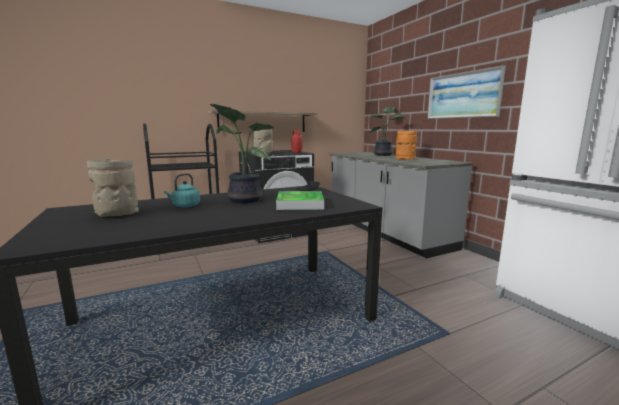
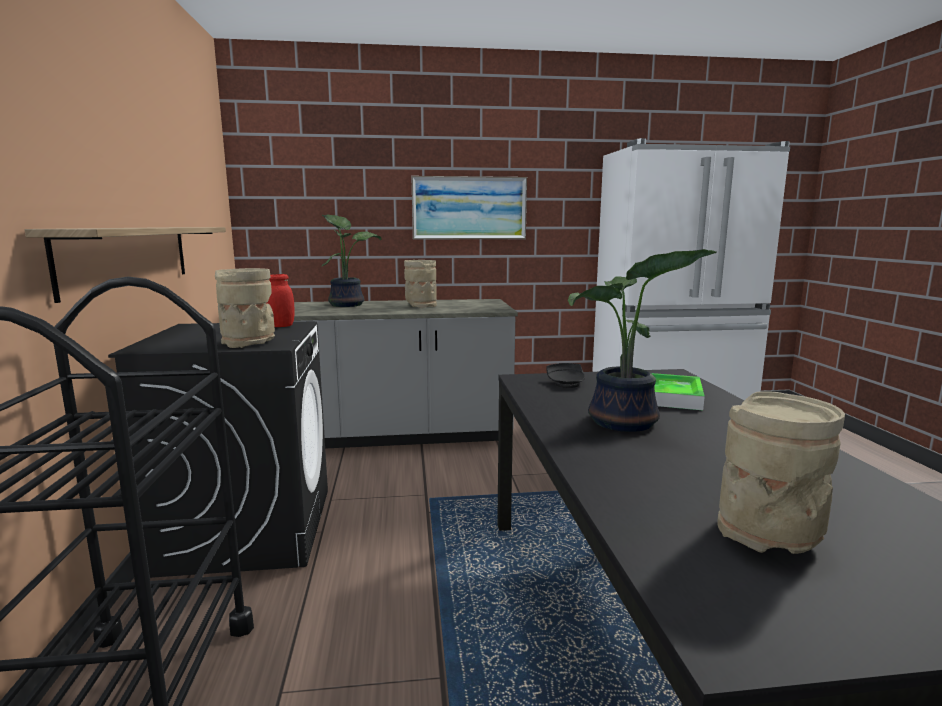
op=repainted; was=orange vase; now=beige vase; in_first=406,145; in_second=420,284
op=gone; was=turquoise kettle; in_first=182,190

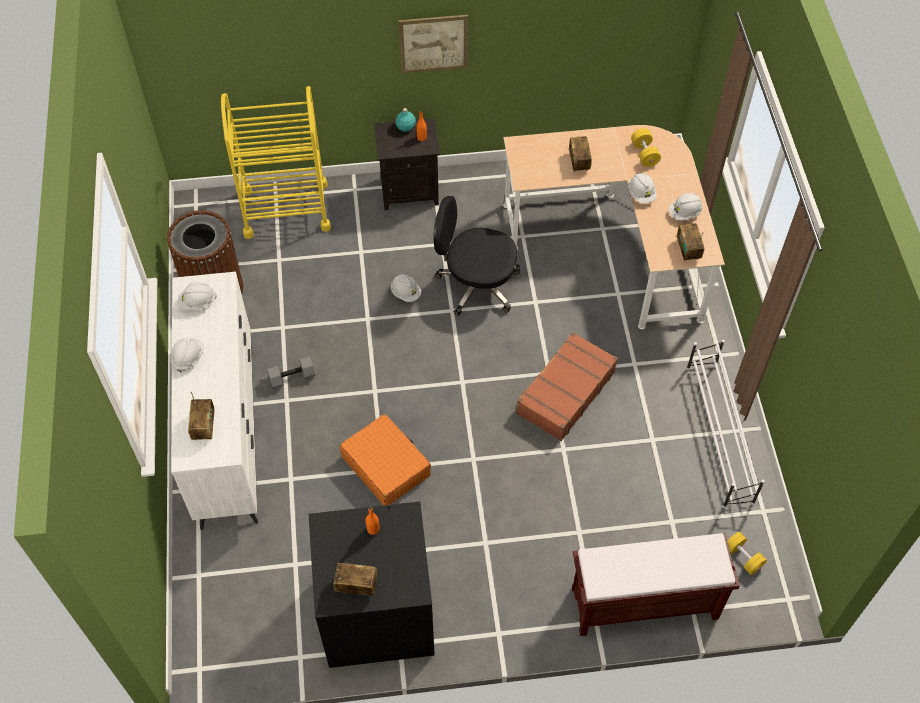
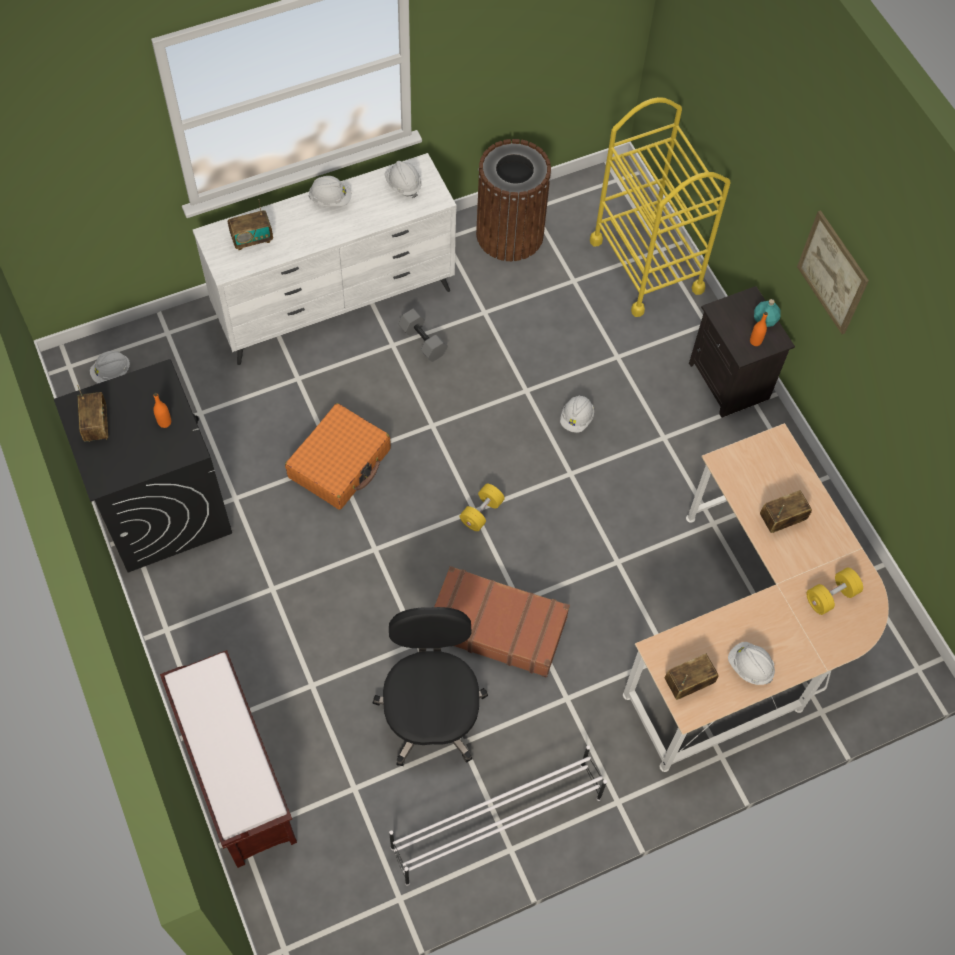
op=shifted; was=white hard hat; in_first=642,188; in_second=110,367
op=shifted; was=black office chair; in_first=476,256; in_second=430,686
op=shifted; was=yellow dumbbell; in_first=747,553; in_second=482,507

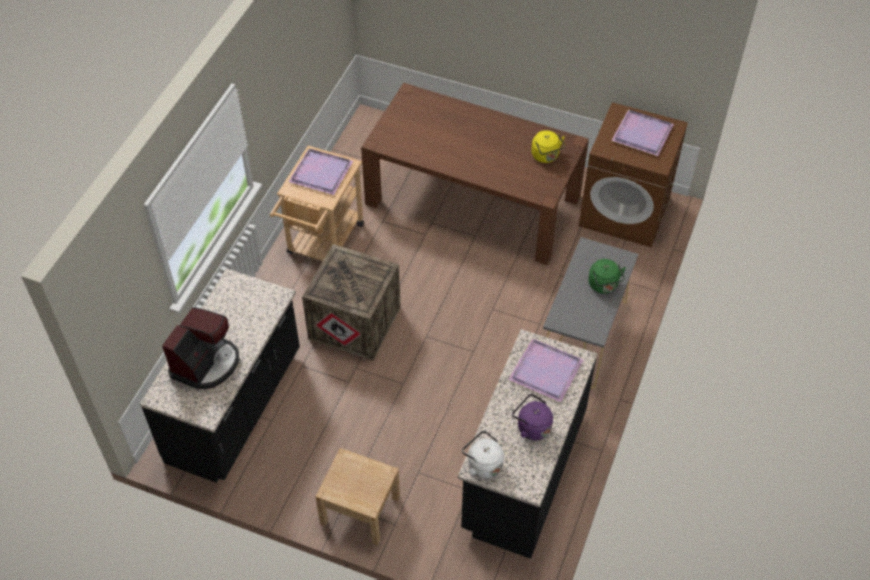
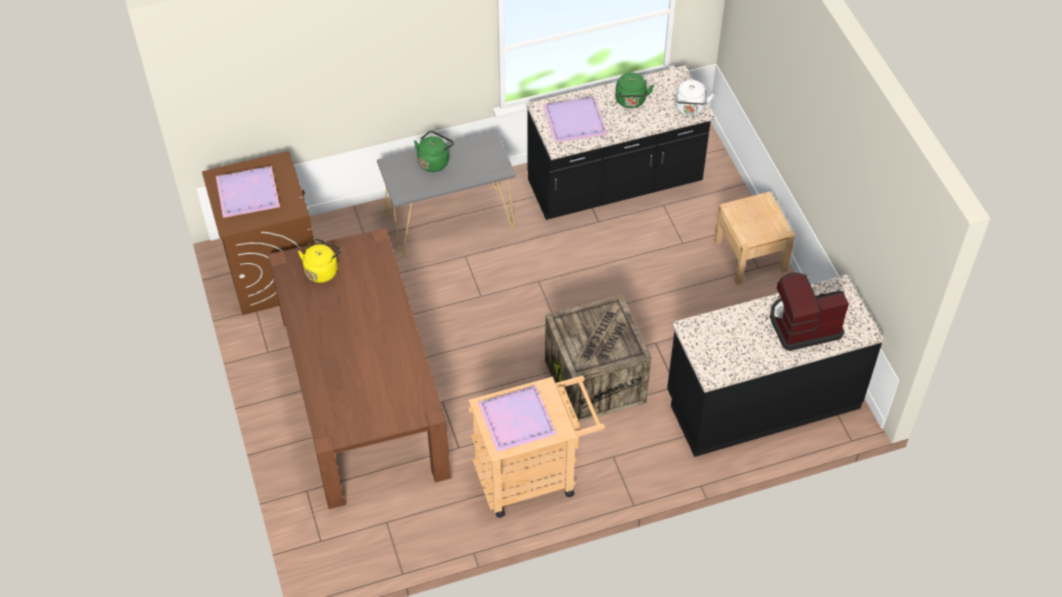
op=repainted; was=purple kettle; now=green kettle; in_first=532,417; in_second=634,90

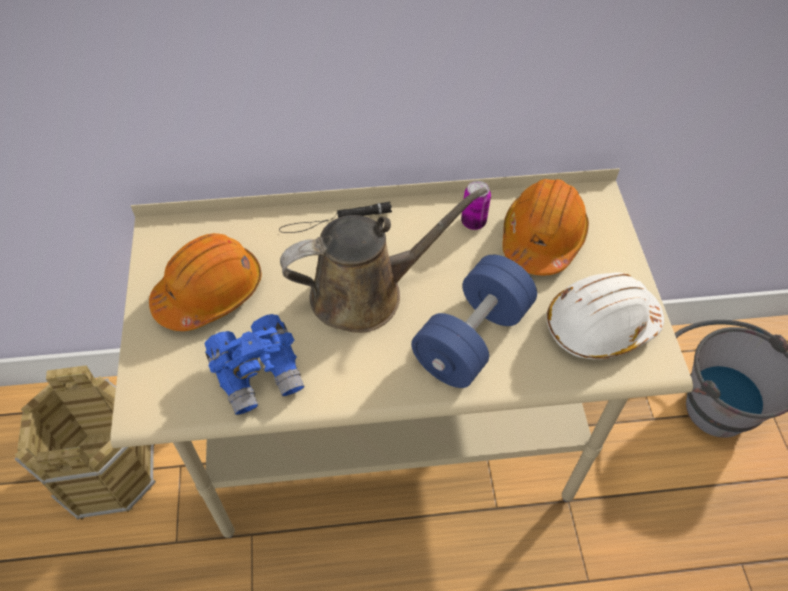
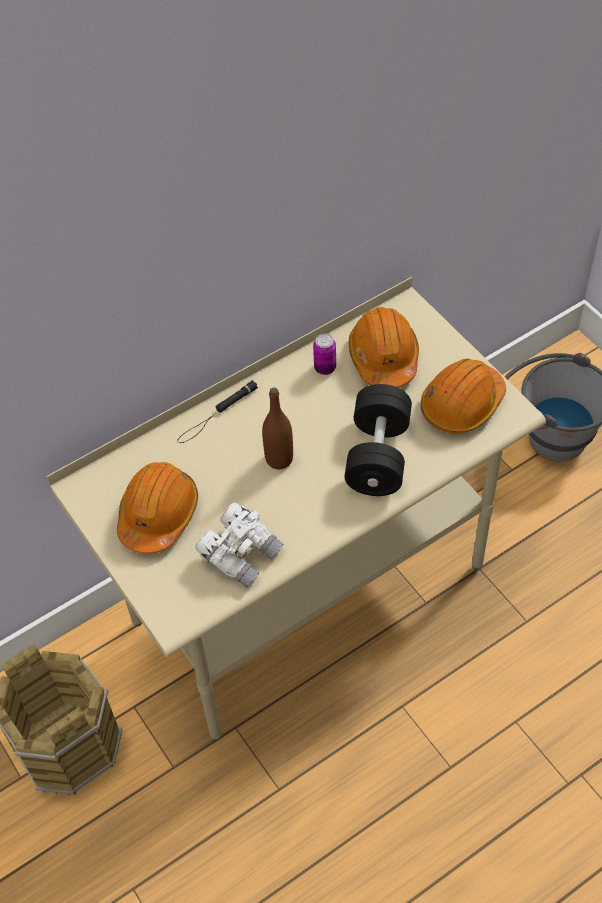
op=swapped; was=brown watering can; now=brown bottle; in_first=384,260; in_second=277,428
op=repainted; was=blue dumbbell; now=black dumbbell; in_first=474,321; in_second=378,440
op=repainted; was=white hard hat; now=orange hard hat; in_first=605,315; in_second=463,396
op=repainted; was=blue binoculars; now=white binoculars; in_first=255,364; in_second=239,545

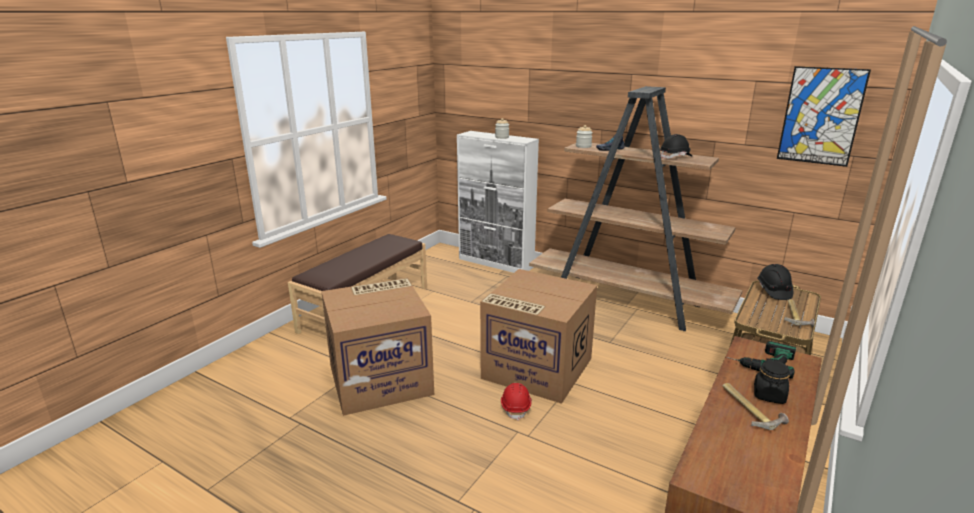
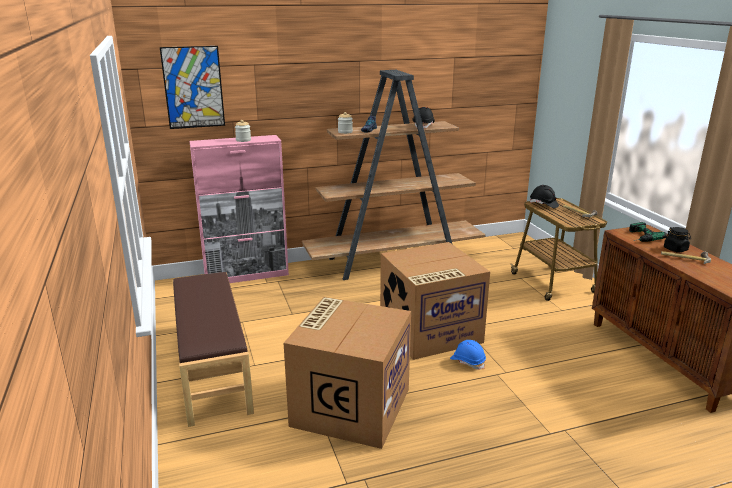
op=shifted; was=picture; in_first=824,116; in_second=192,87
op=repainted; was=white cabinet; now=pink cabinet; in_first=498,202; in_second=239,209
op=repainted; was=red hard hat; now=blue hard hat; in_first=516,402; in_second=468,355

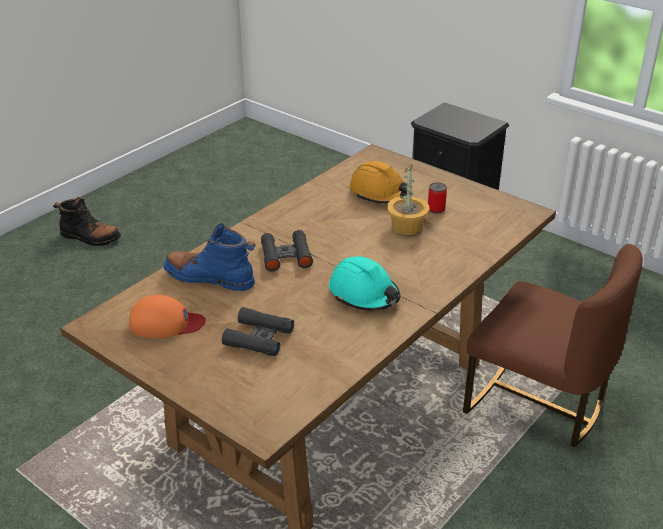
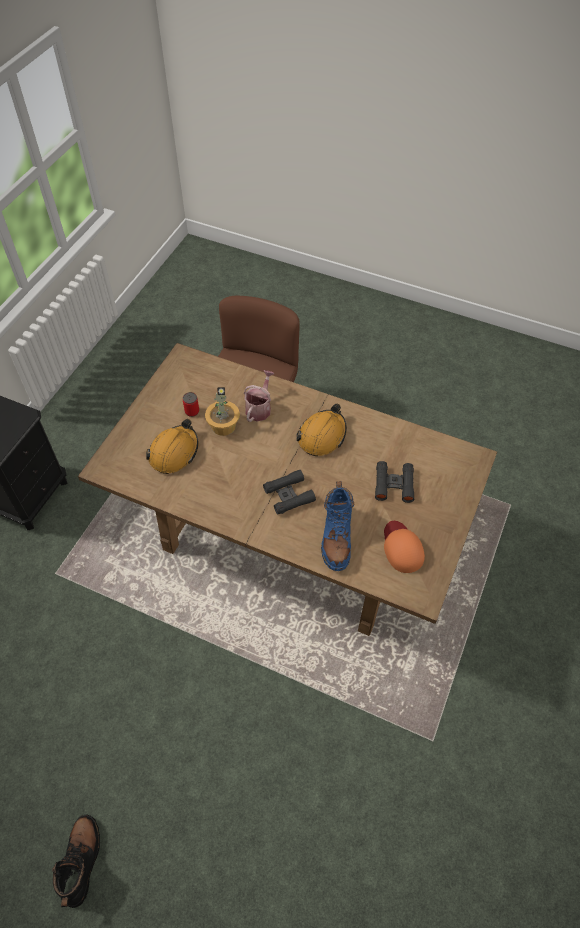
op=repainted; was=turquoise hard hat; now=orange hard hat; in_first=365,283; in_second=321,430
op=new; now=watering can; in_second=259,396

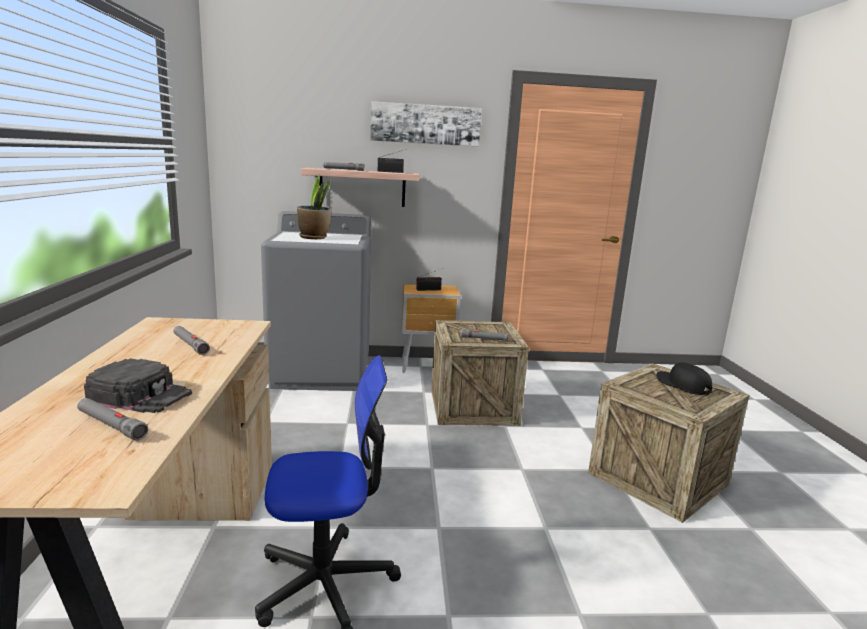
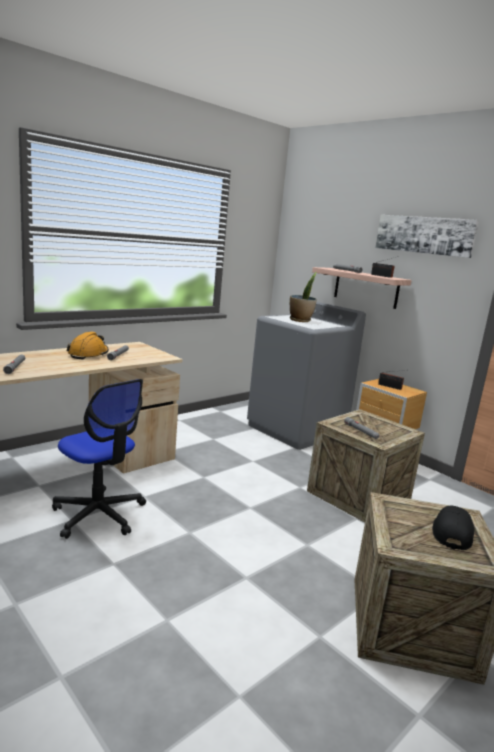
op=gone; was=black cap; in_first=138,385
op=new; now=orange hard hat; in_second=88,345

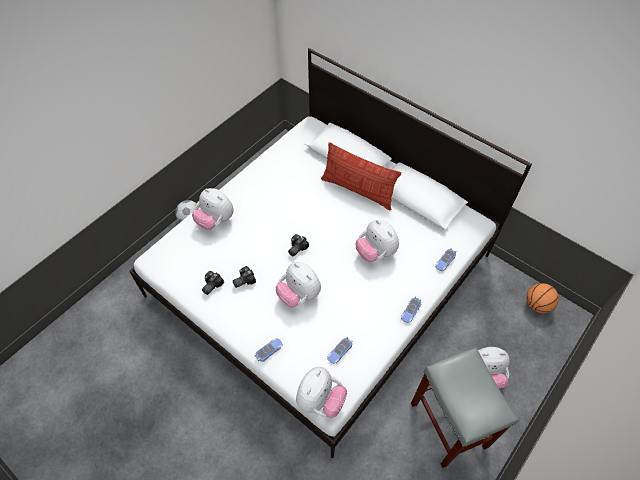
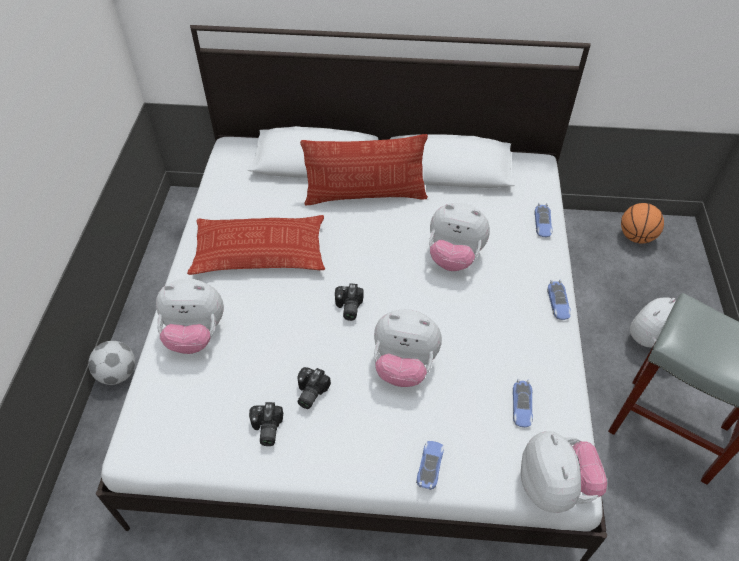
op=new; now=pillow; in_second=256,245

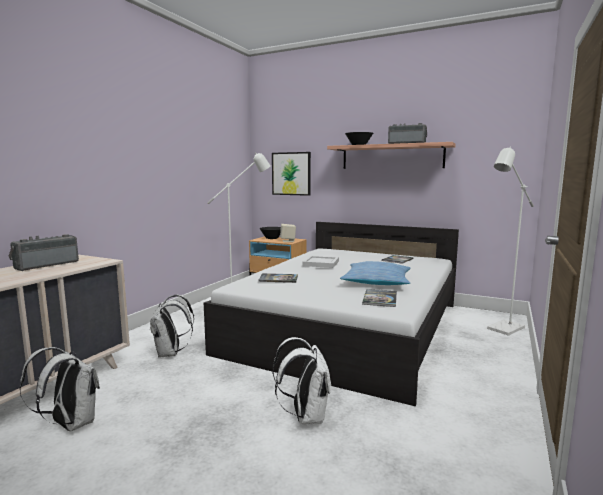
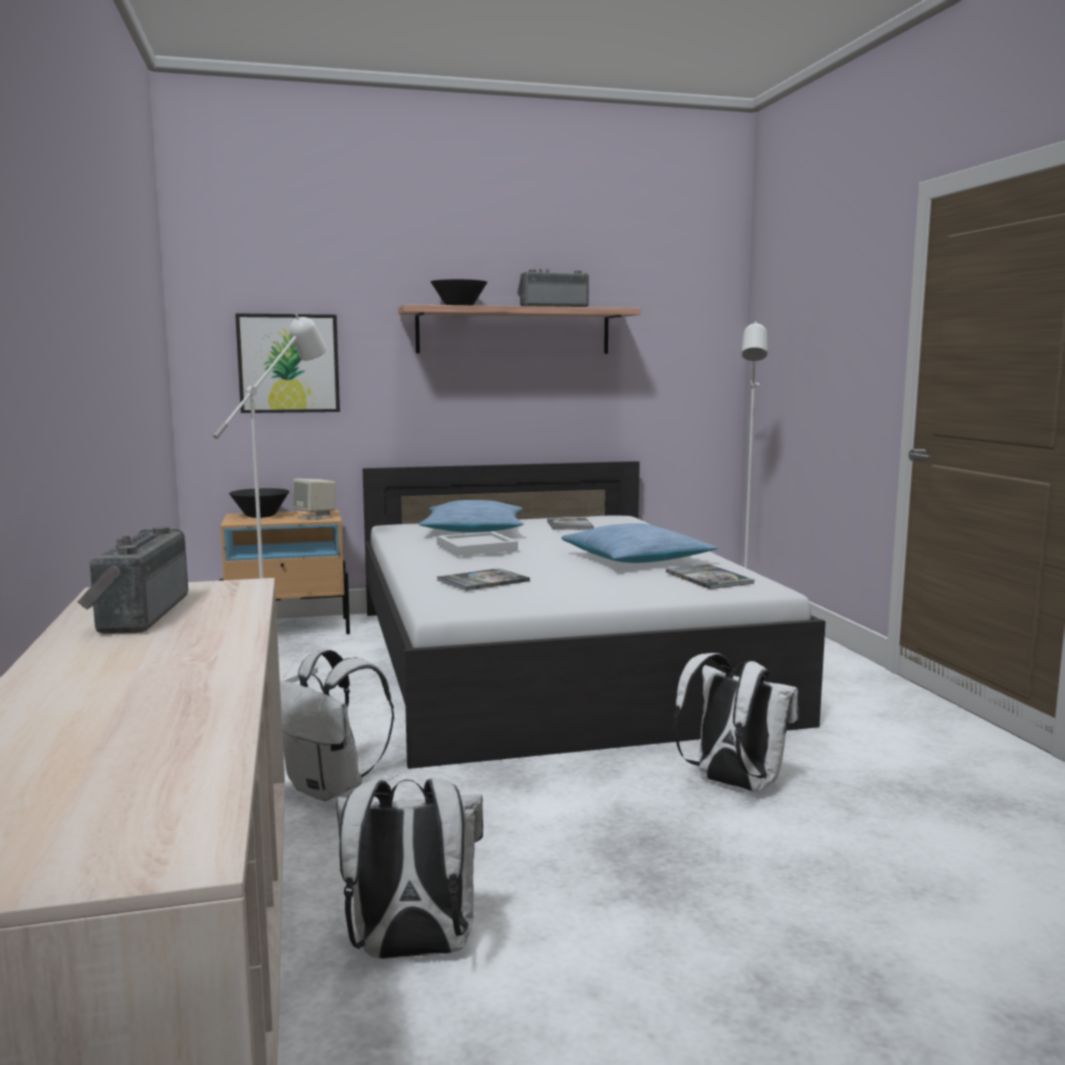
op=new; now=pillow; in_second=471,516

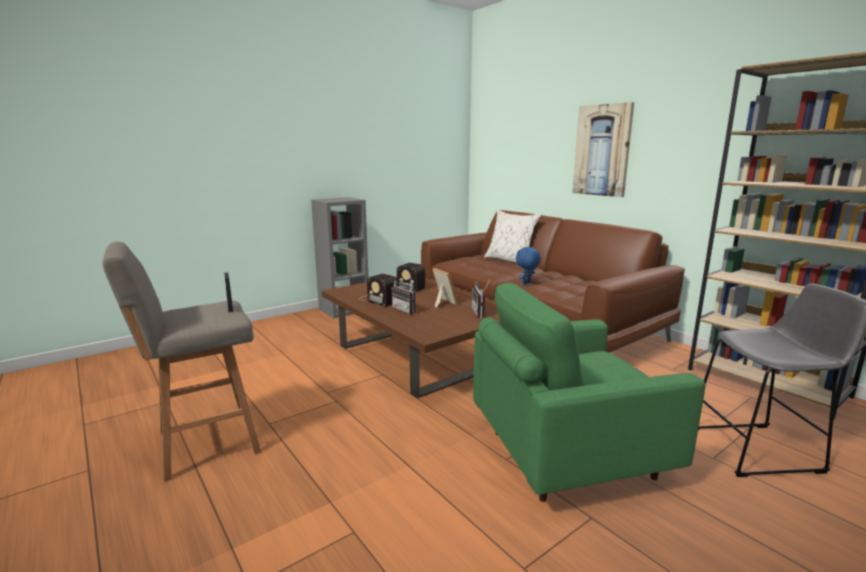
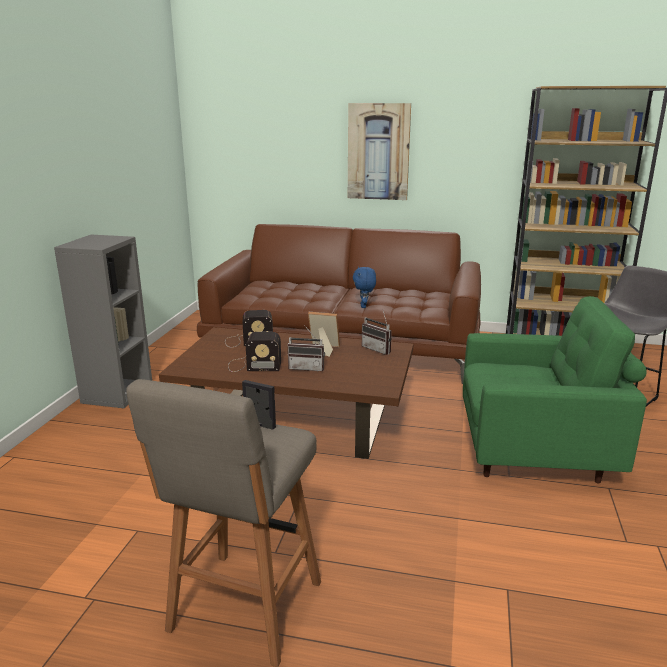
op=gone; was=white pillow; in_first=512,236
op=rotated; was=green armchair; in_first=589,392; in_second=555,390; clockwise=-120

